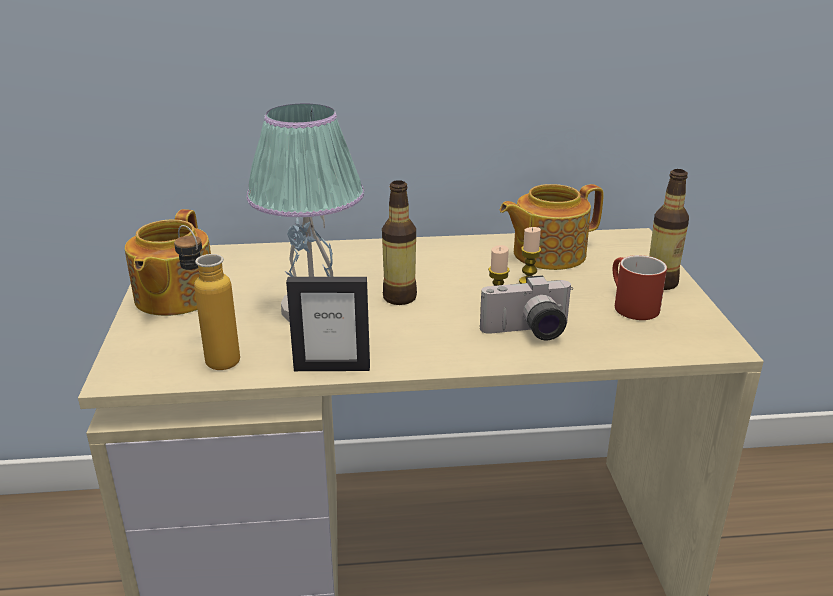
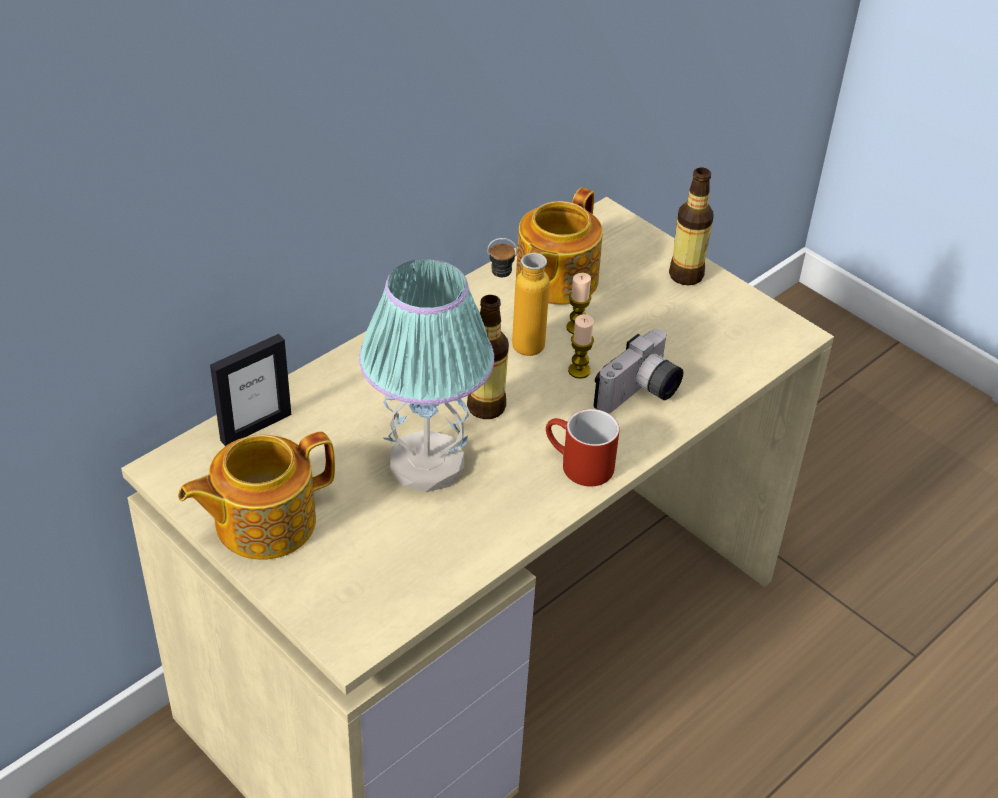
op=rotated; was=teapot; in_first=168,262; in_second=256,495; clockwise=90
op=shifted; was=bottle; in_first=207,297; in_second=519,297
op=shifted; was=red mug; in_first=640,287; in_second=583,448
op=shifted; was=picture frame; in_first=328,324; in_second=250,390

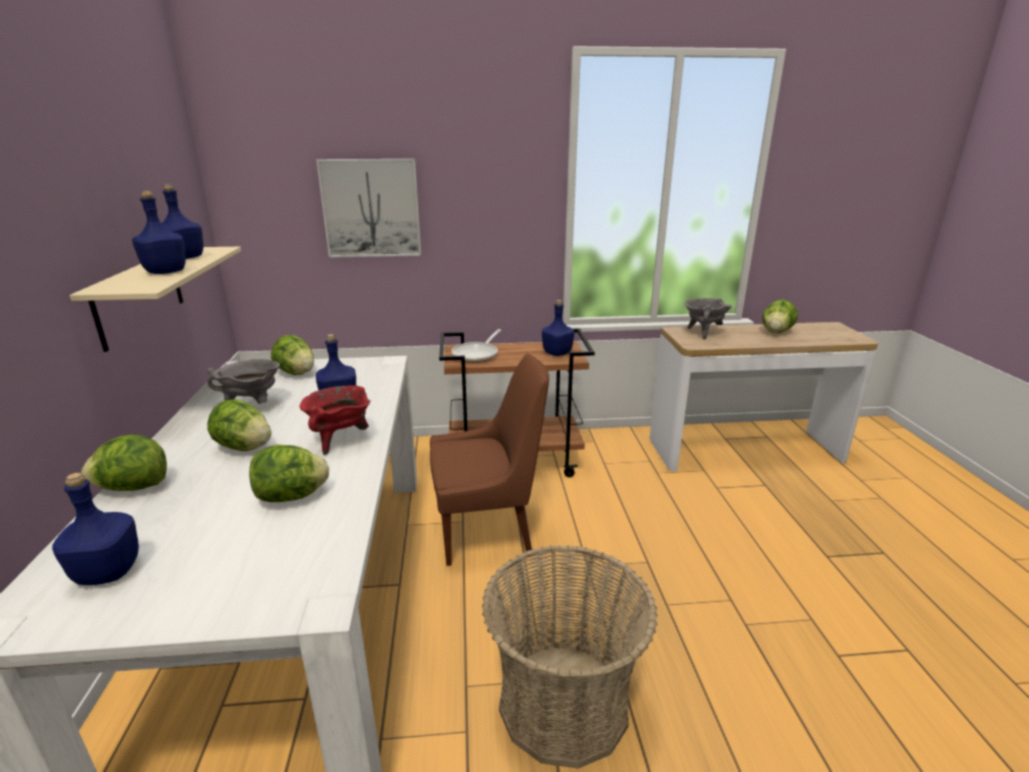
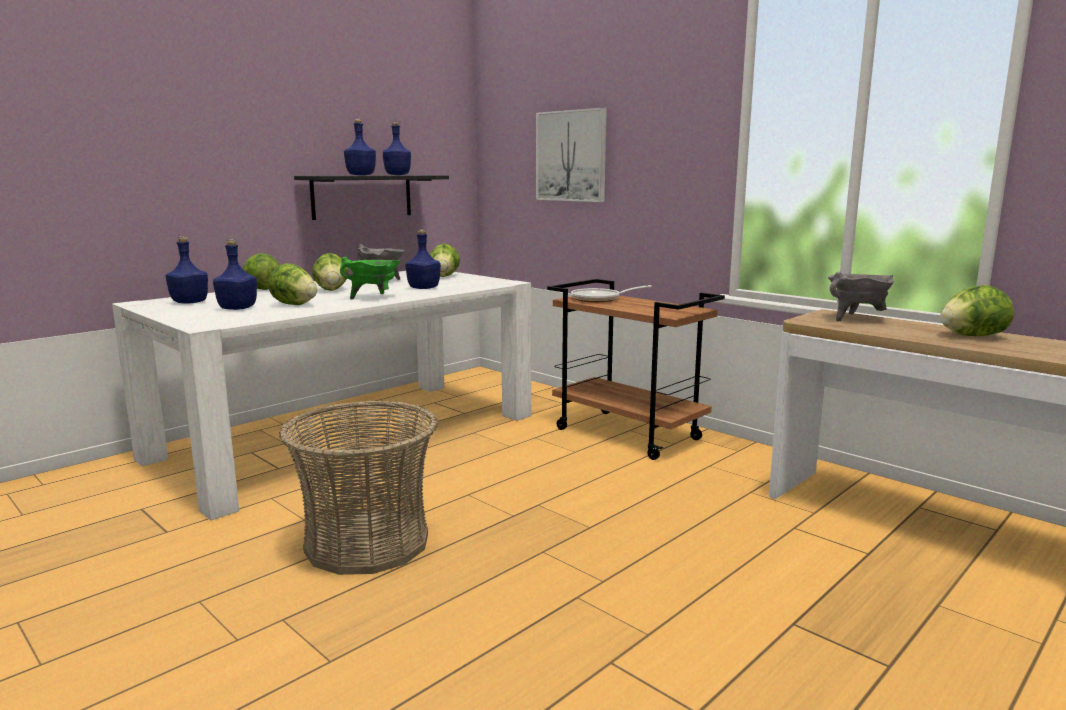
op=repainted; was=beige shelf; now=black shelf; in_first=155,299; in_second=371,197
op=shifted; was=blue bottle; in_first=558,328; in_second=235,274
op=gone; was=brown chair; in_first=489,460
op=repainted; was=red cooking pot; now=green cooking pot; in_first=335,420; in_second=370,278

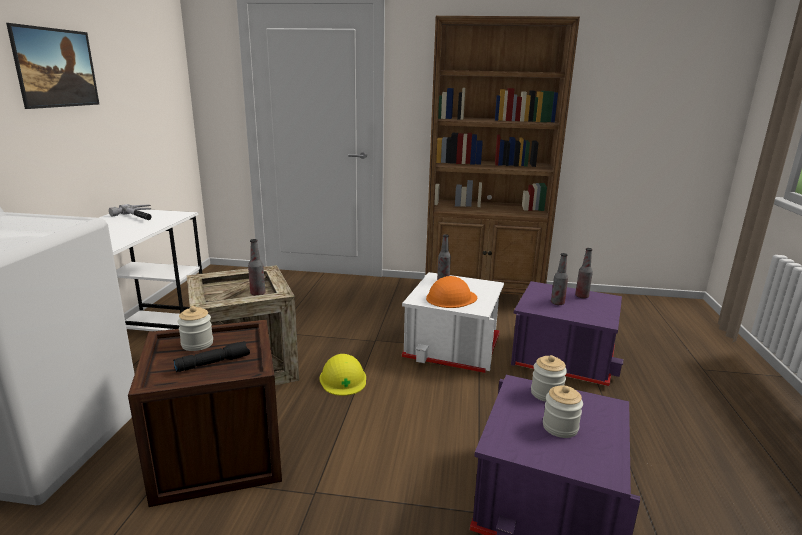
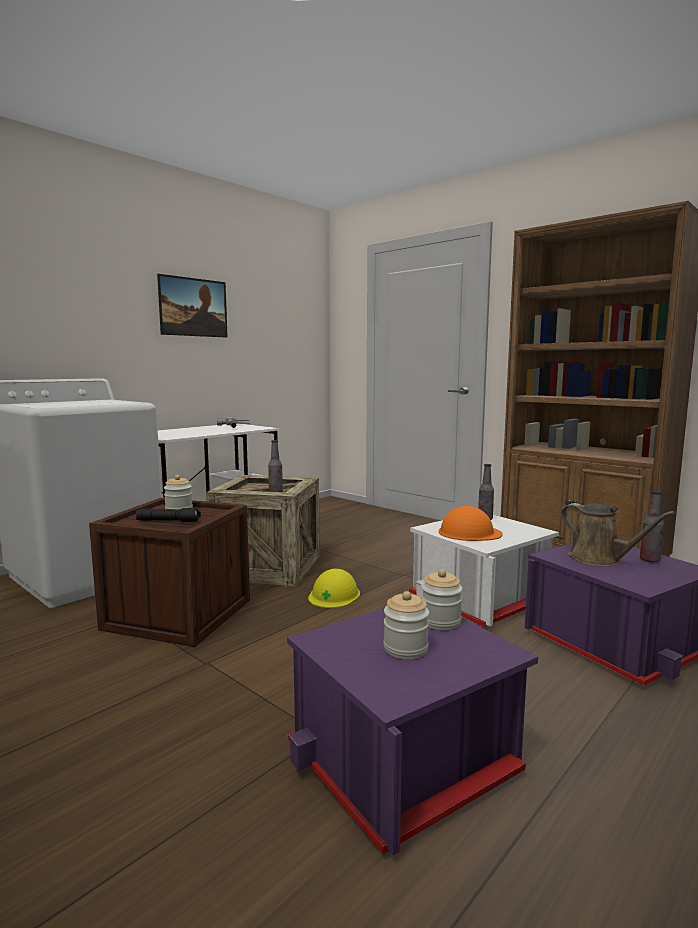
op=swapped; was=bottle; now=brown watering can; in_first=559,279; in_second=618,534

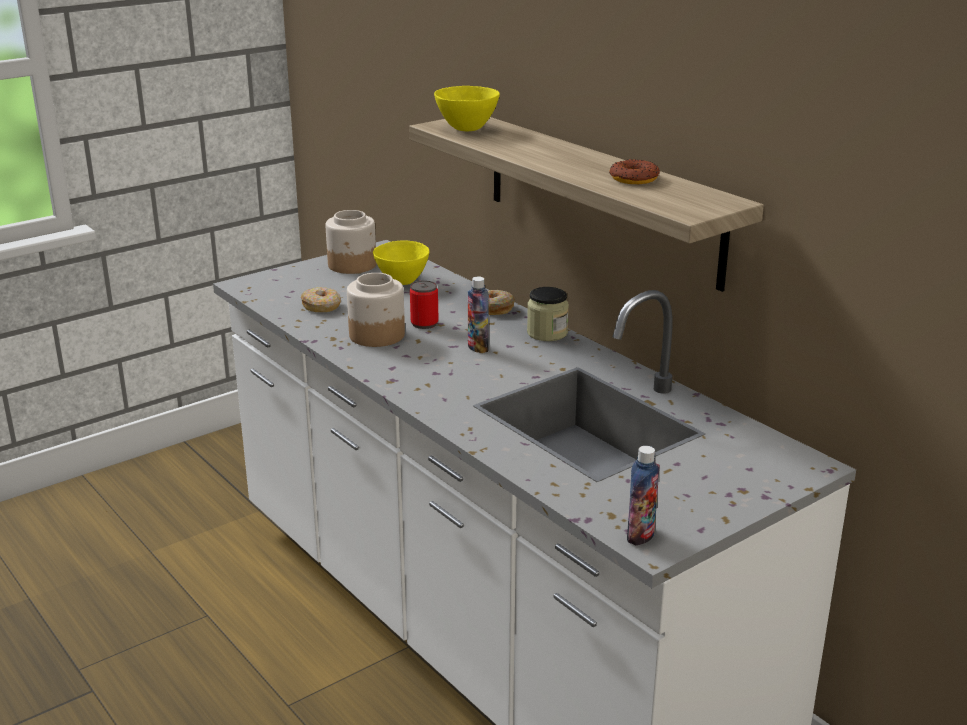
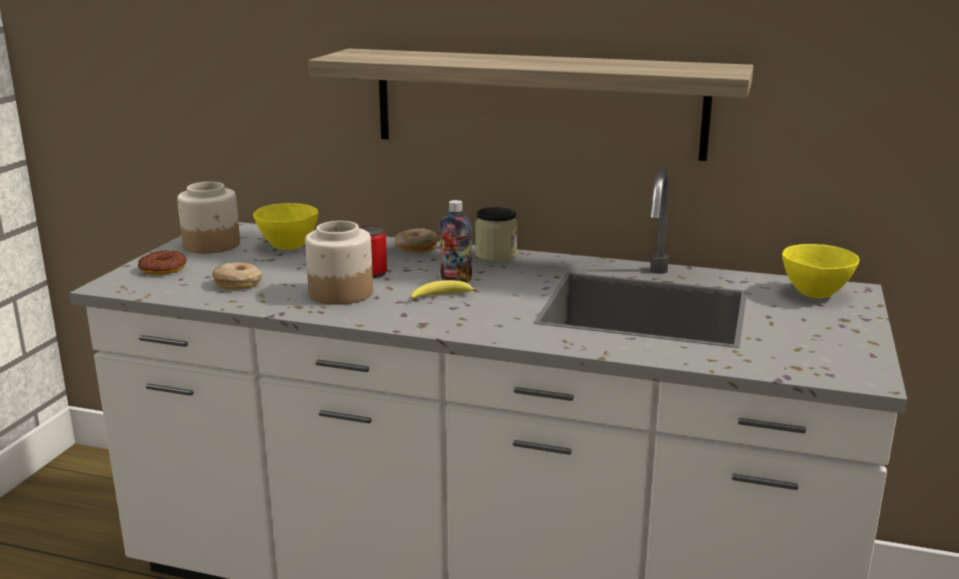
op=shifted; was=yellow bowl; in_first=467,108; in_second=820,271
op=shifted; was=donut; in_first=634,171; in_second=162,262
op=gone; was=bottle; in_first=643,496
op=new; now=banana; in_second=443,289

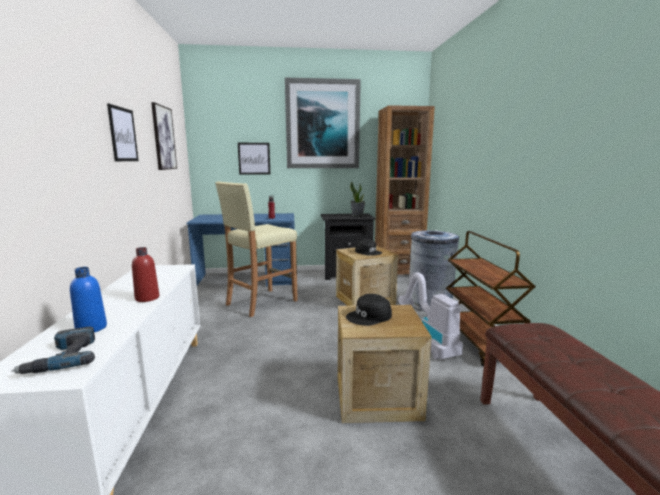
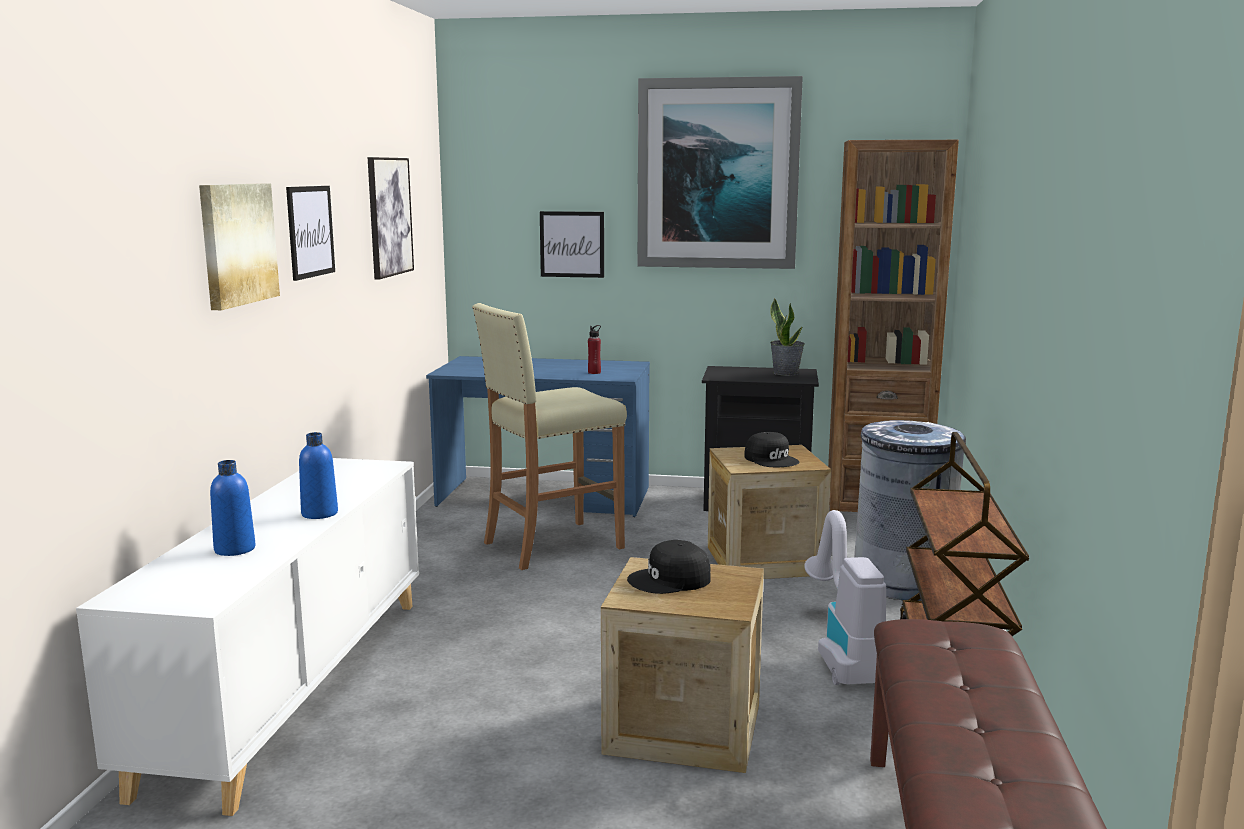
op=repainted; was=red bottle; now=blue bottle; in_first=145,274; in_second=318,475
op=gone; was=power drill; in_first=53,350
op=new; now=picture; in_second=239,246

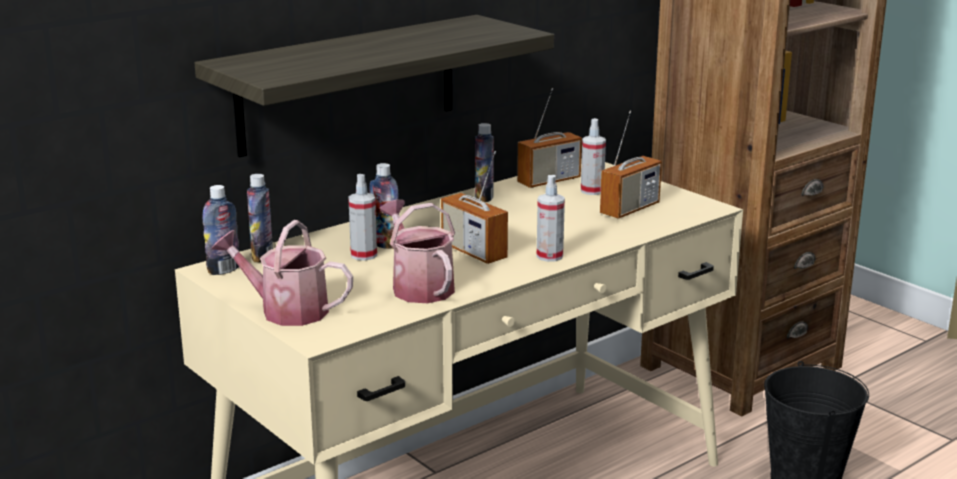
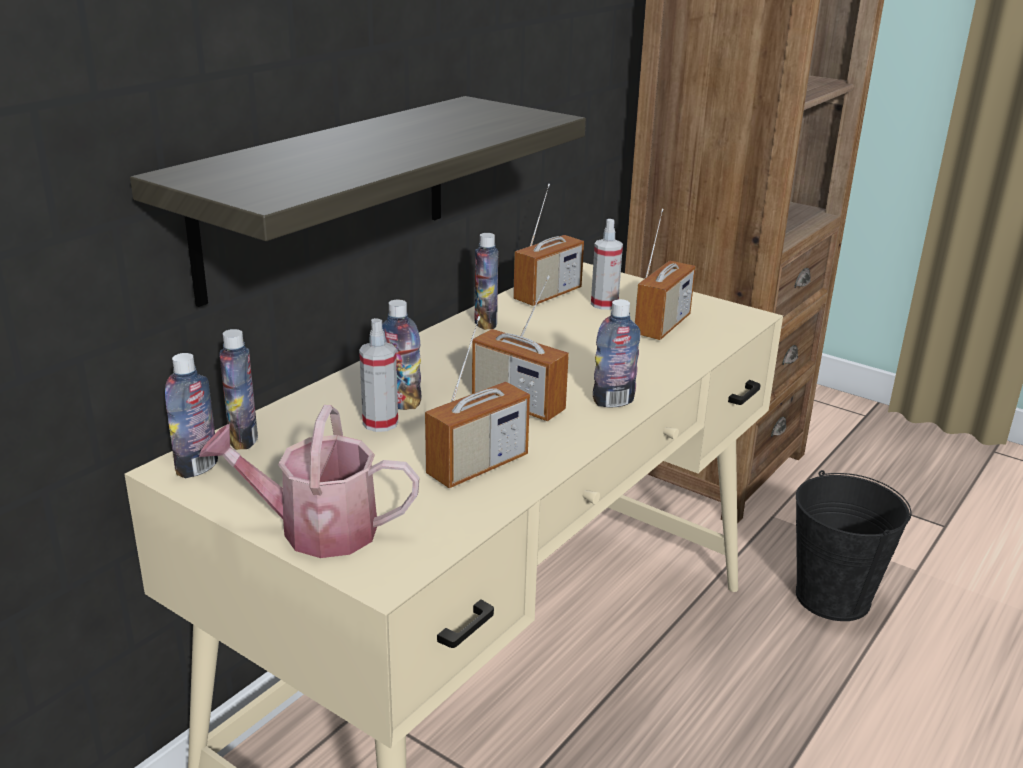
op=swapped; was=spray bottle; now=bottle; in_first=551,218; in_second=616,353
op=swapped; was=watering can; now=radio; in_first=417,251; in_second=477,402

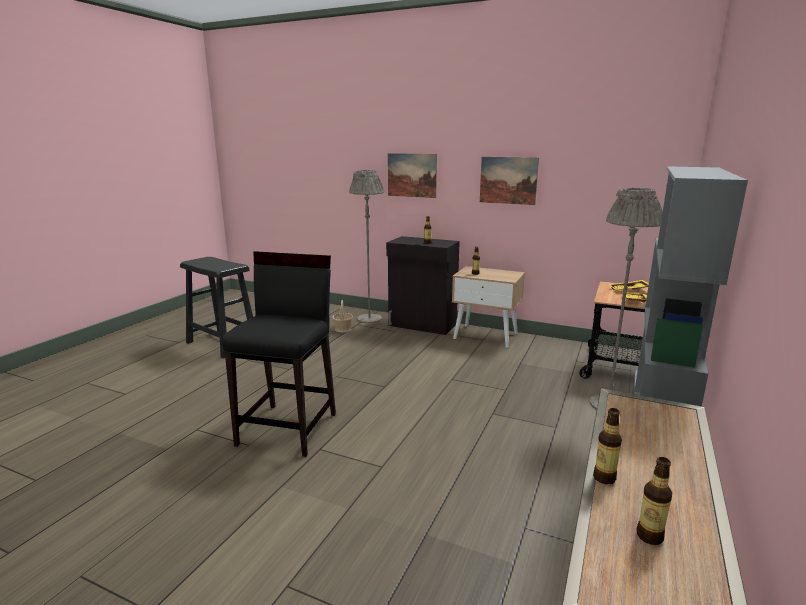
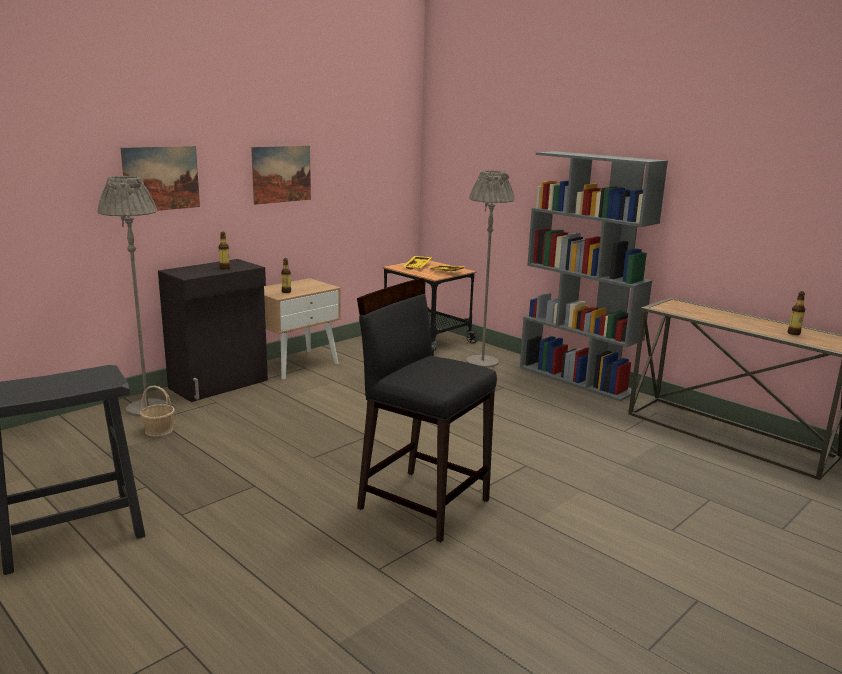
op=gone; was=bottle; in_first=607,446

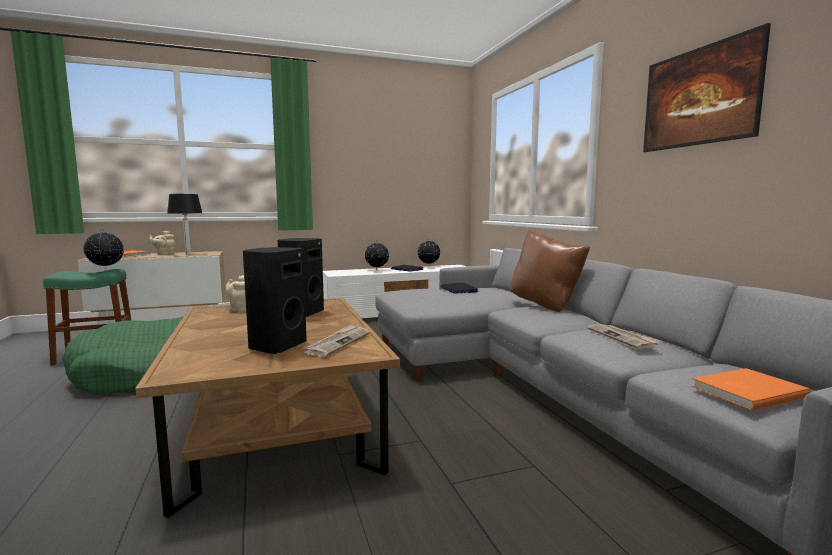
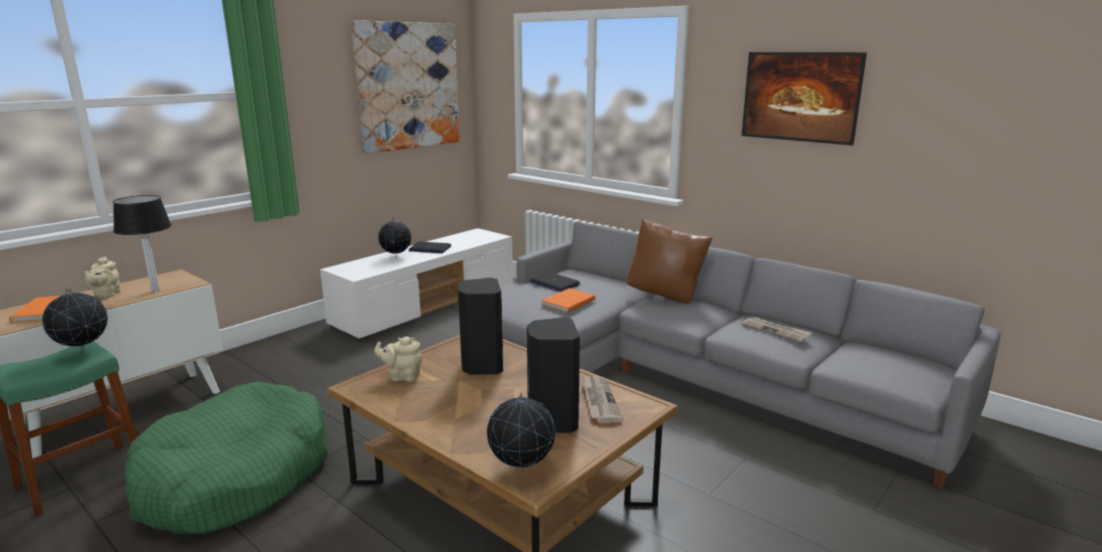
op=shifted; was=globe; in_first=429,252; in_second=521,431
op=shifted; was=orange book; in_first=751,389; in_second=568,300
op=new; now=picture; in_second=405,87

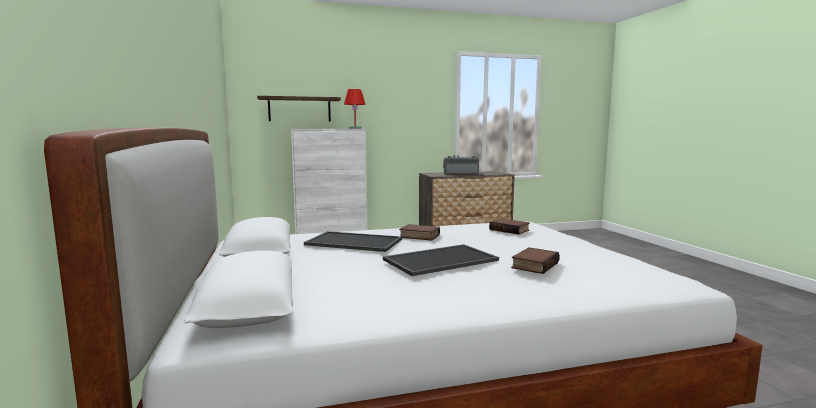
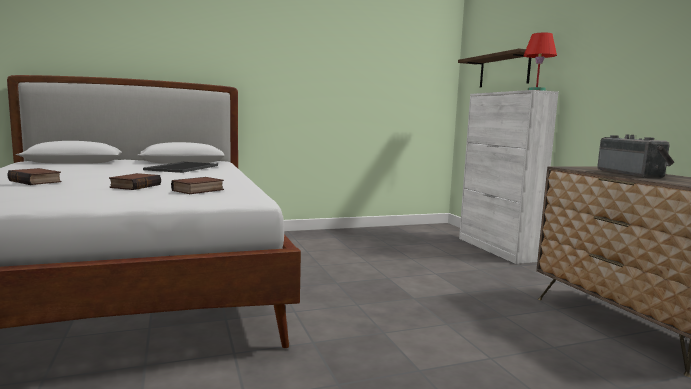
op=shifted; was=book; in_first=419,232; in_second=135,181
op=gone; was=tray; in_first=441,260

